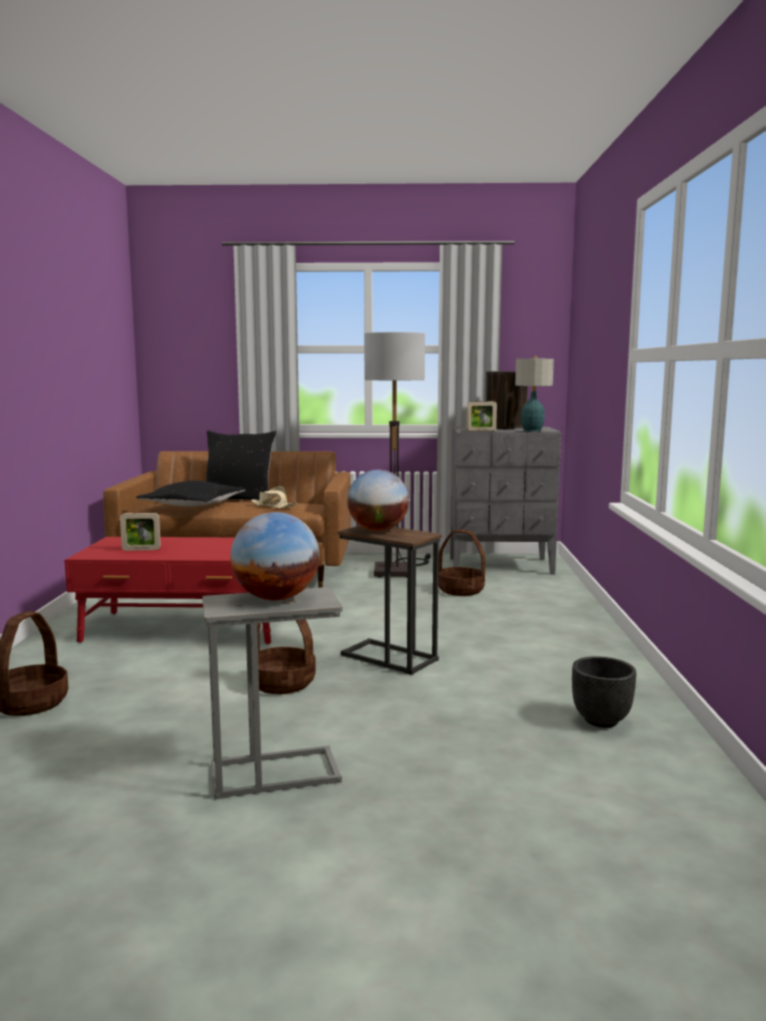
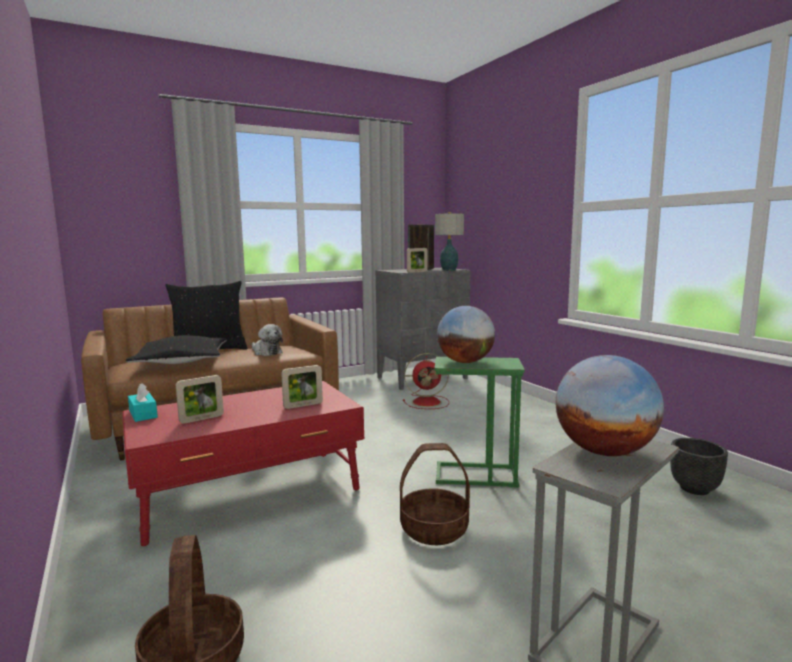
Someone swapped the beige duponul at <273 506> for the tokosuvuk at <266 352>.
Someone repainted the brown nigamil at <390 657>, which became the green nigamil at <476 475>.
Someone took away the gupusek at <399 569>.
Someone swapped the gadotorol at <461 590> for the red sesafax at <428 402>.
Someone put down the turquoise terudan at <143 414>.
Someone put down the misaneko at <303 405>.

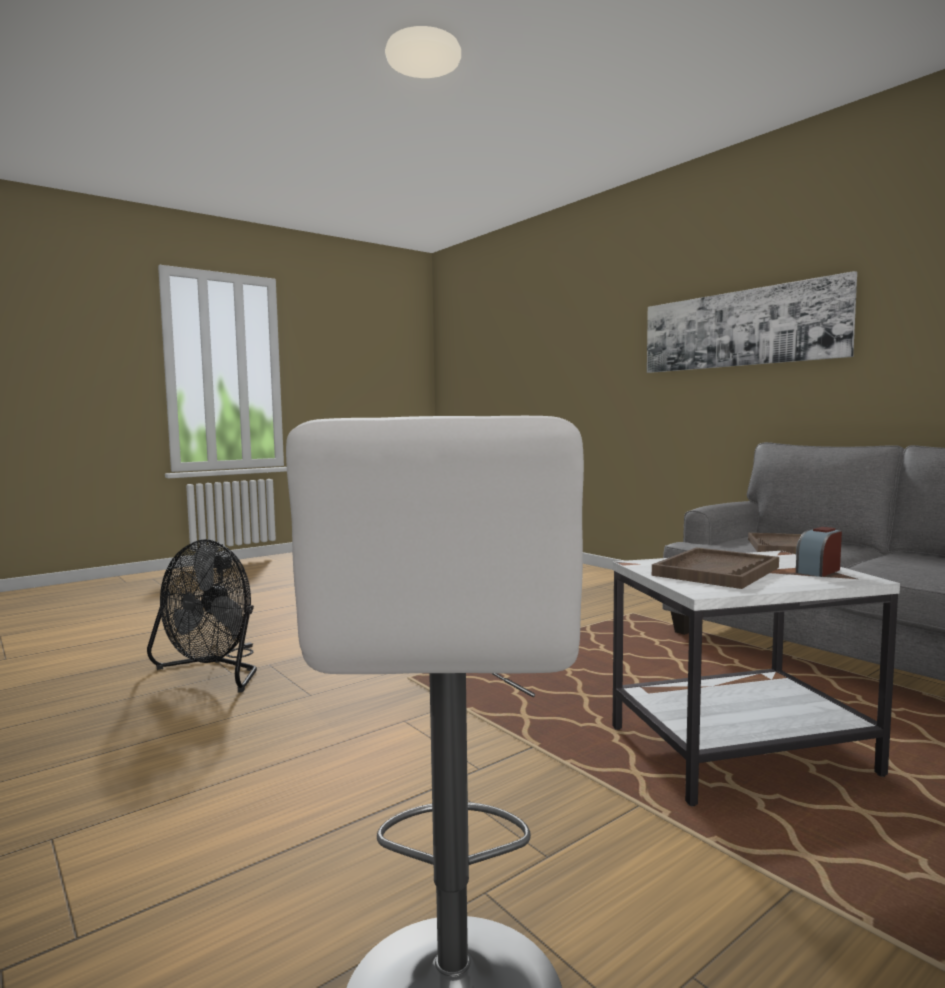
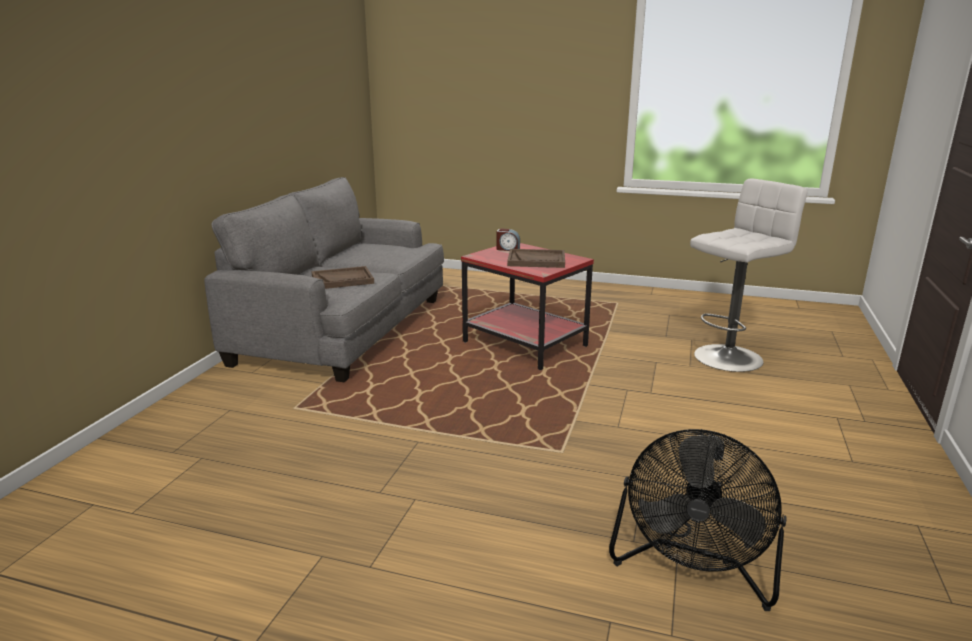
Someone rotated the black sesafax at <216 670> by 120 degrees clockwise.
Someone repainted the white nigamil at <740 753>, which became the red nigamil at <525 344>.
Someone took away the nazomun at <739 329>.

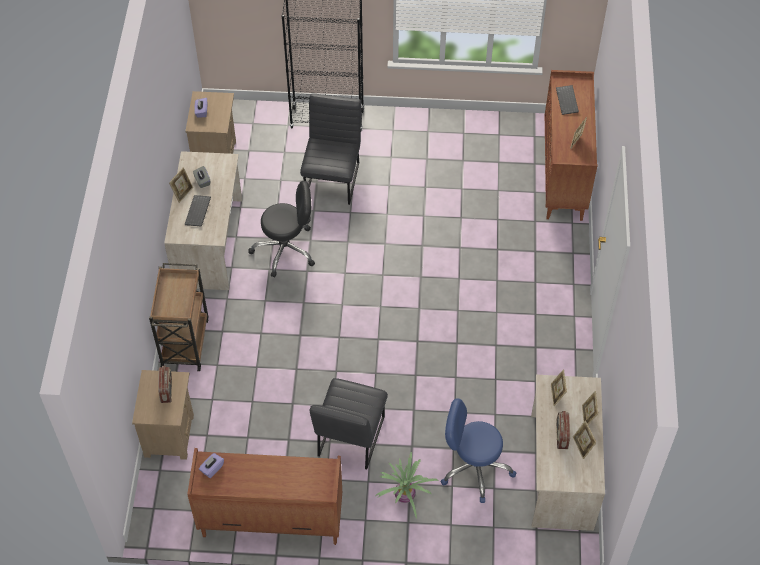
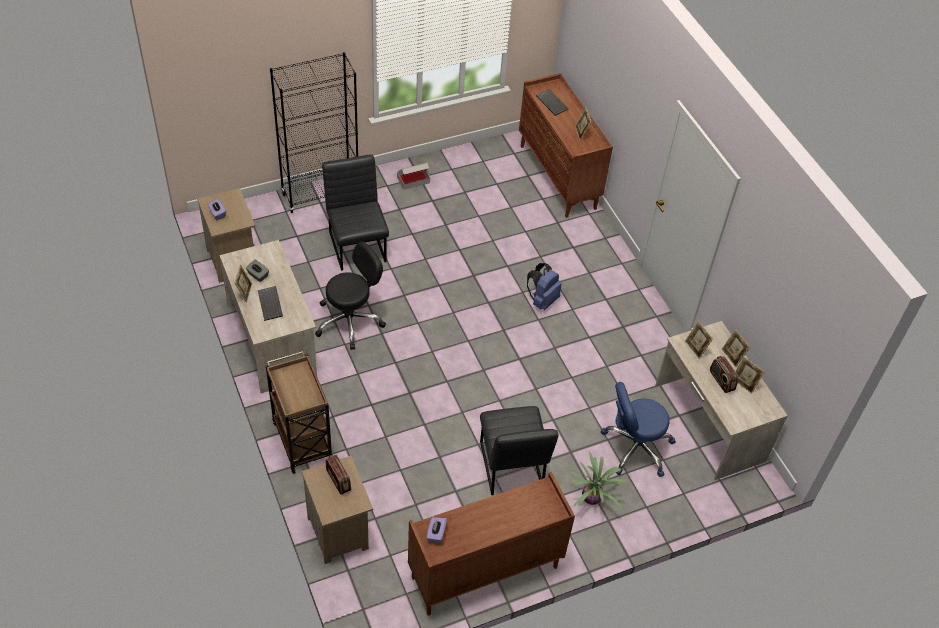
Someone put down the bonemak at <413 180>.
Someone put down the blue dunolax at <542 300>.

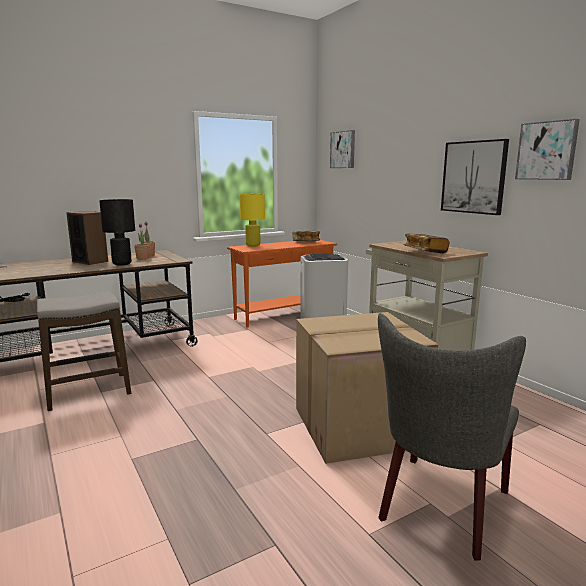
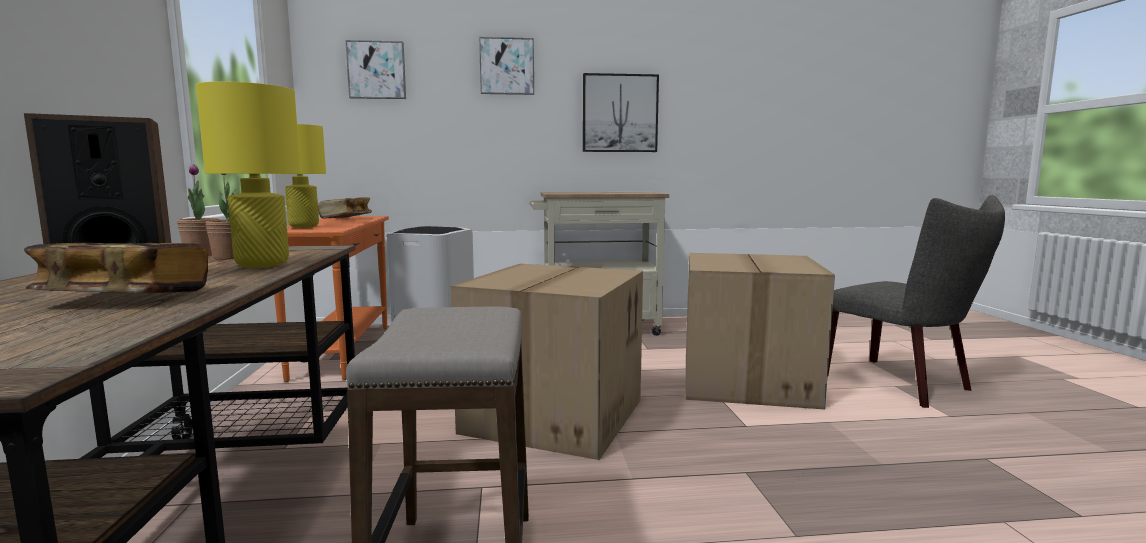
Someone repainted the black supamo at <121 264>, which became the yellow supamo at <262 266>.
Someone carried the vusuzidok from <425 252> to <127 298>.
Someone carried the nazomun from <547 151> to <507 66>.
Someone put down the bonemak at <553 414>.

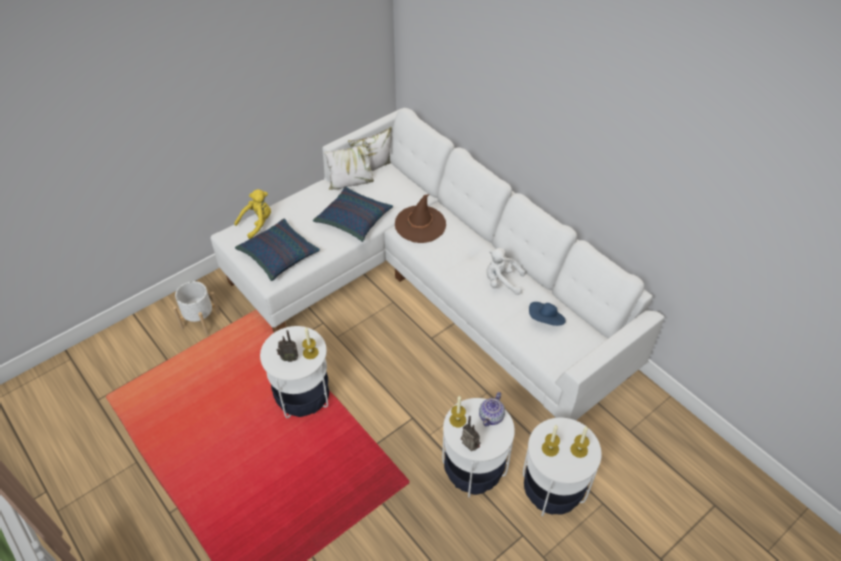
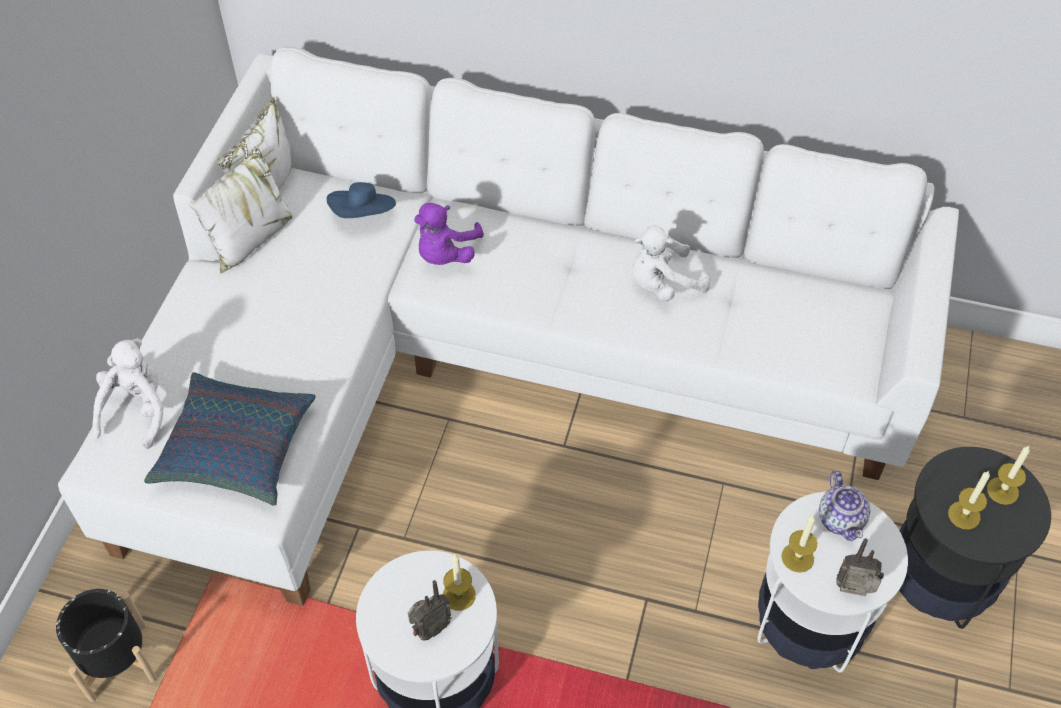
Someone repainted the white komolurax at <200 320>, which became the black komolurax at <117 661>.
Someone repainted the yellow tokosuvuk at <257 223>, which became the white tokosuvuk at <137 410>.
Someone took away the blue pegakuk at <354 220>.
Someone swapped the brown duponul at <420 224> for the purple tokosuvuk at <445 254>.
Someone repainted the white nigamil at <552 490>, which became the black nigamil at <939 579>.
Someone carried the blue duponul from <546 320> to <364 214>.

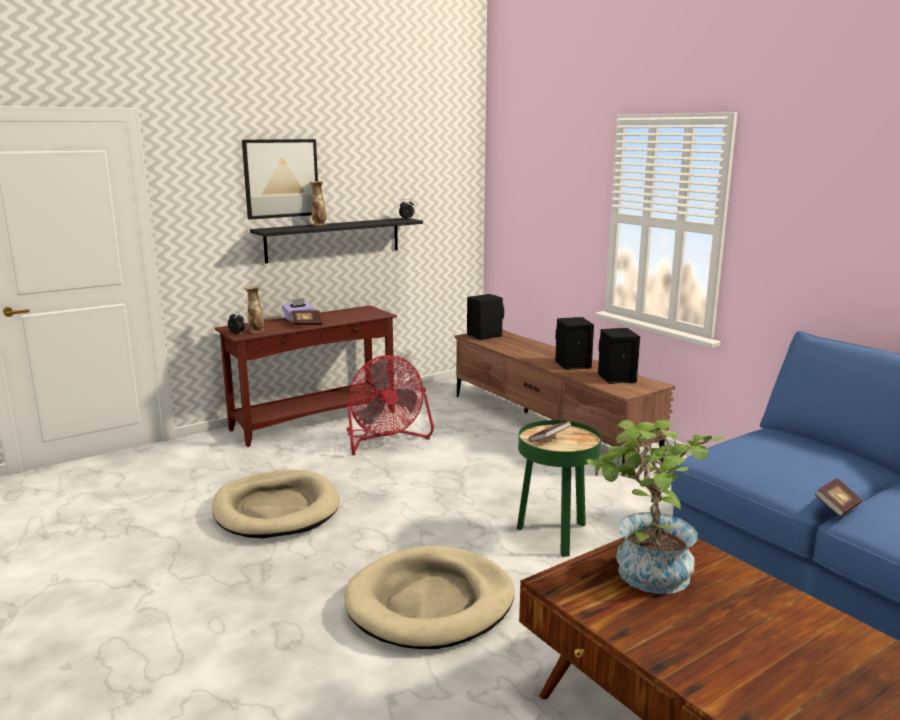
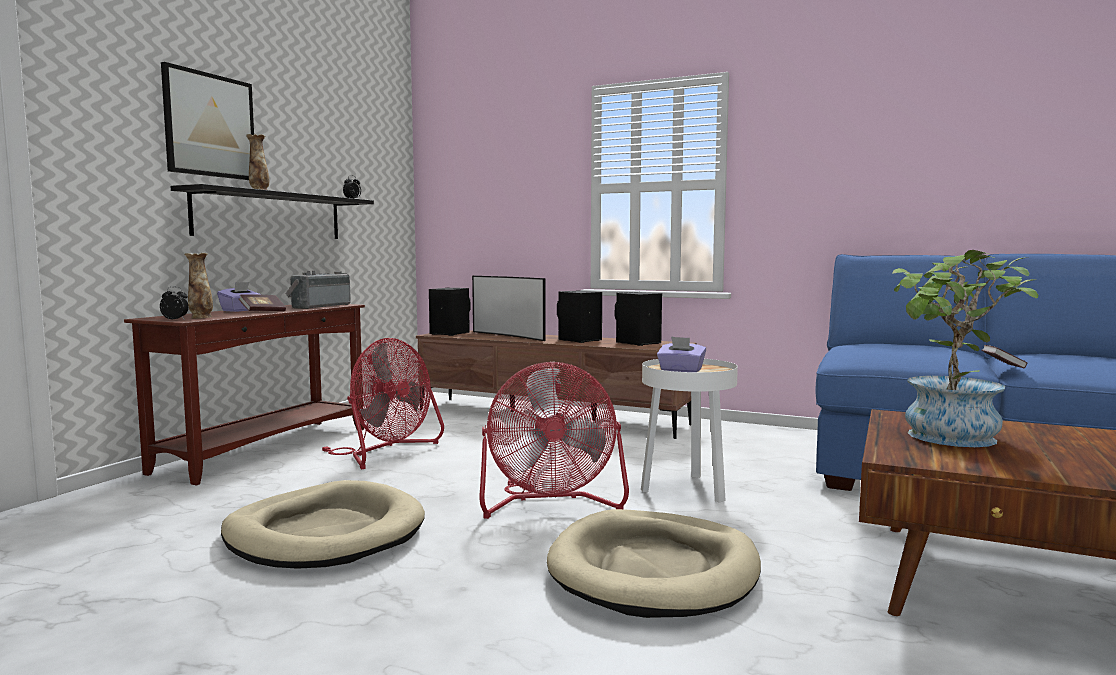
Someone repainted the green nigamil at <555 535>, which became the white nigamil at <687 489>.
Someone swapped the vusuzidok at <549 439> for the purple terudan at <681 370>.
Someone put down the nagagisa at <319 306>.
Someone put down the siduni at <510 335>.
Someone put down the red sesafax at <545 505>.

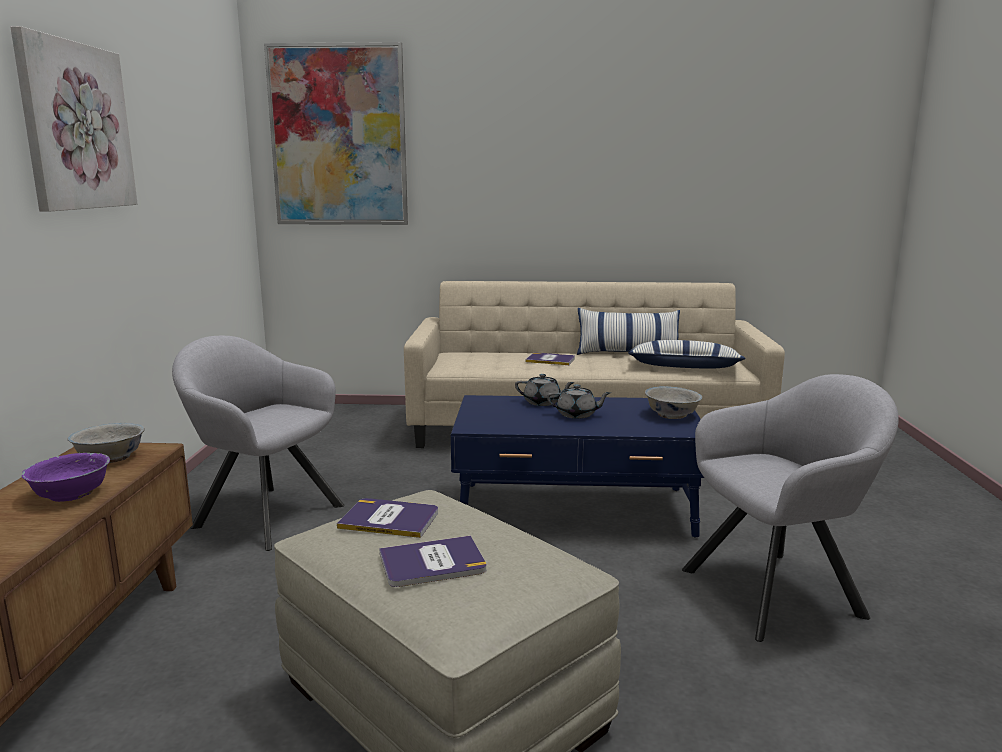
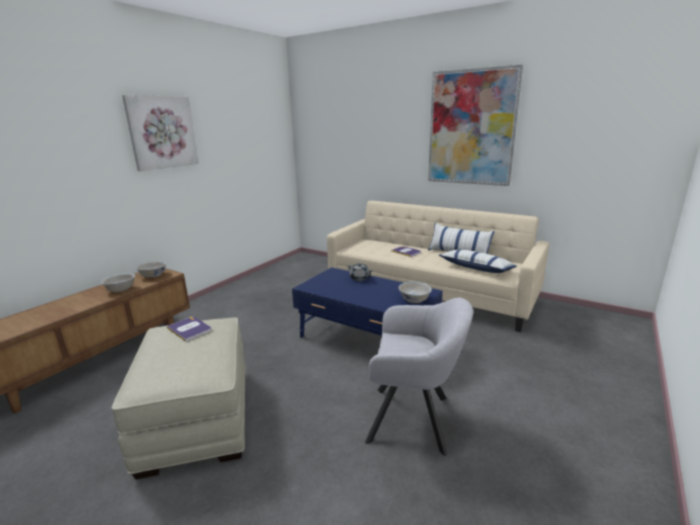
Someone repainted the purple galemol at <71 494>, which became the white galemol at <121 289>.
Someone took away the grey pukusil at <263 514>.
Someone carried the nazomun from <338 136> to <471 128>.
Someone took away the vusuzidok at <432 563>.
Someone took away the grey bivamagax at <577 415>.

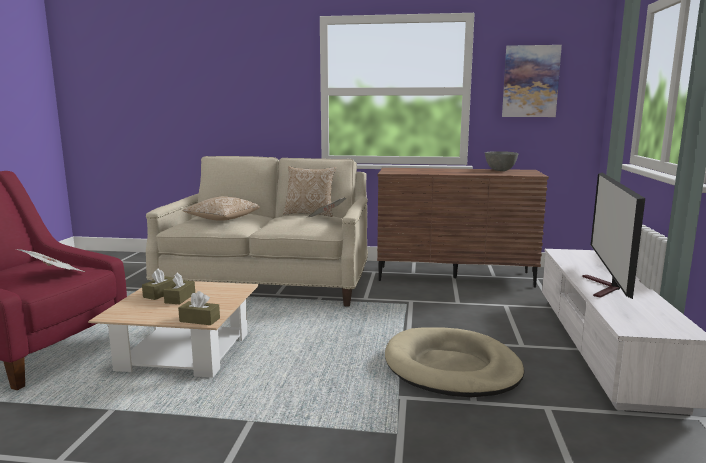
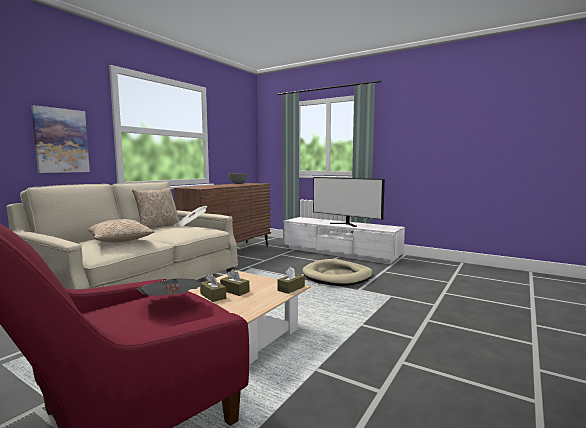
Someone carried the nazomun from <530 81> to <61 140>.

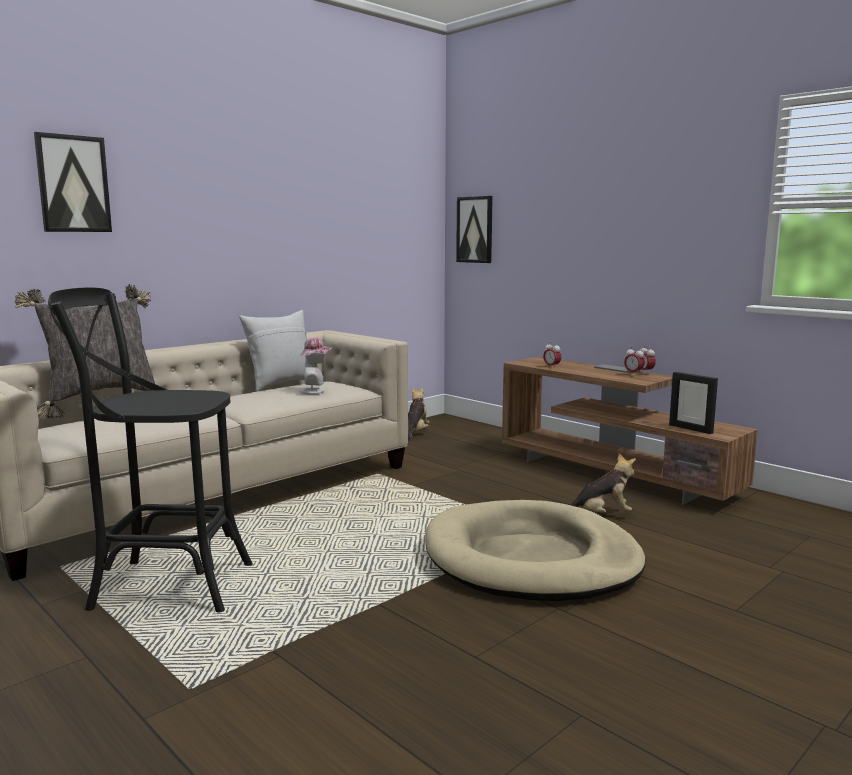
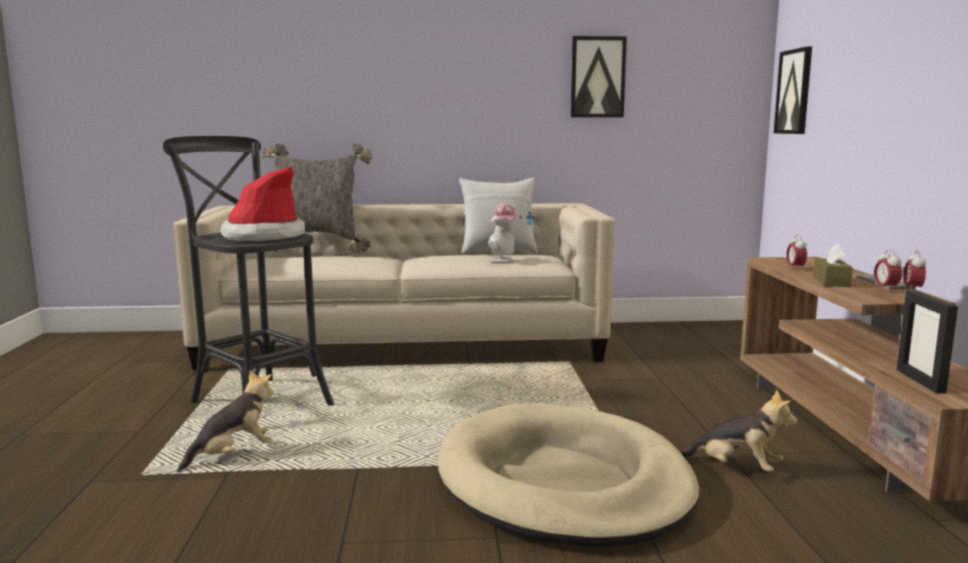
Someone carried the nazomun from <73 184> to <597 77>.
Someone carried the tokosuvuk from <416 432> to <233 455>.
Someone put down the duponul at <263 237>.
Someone put down the brown terudan at <831 282>.

